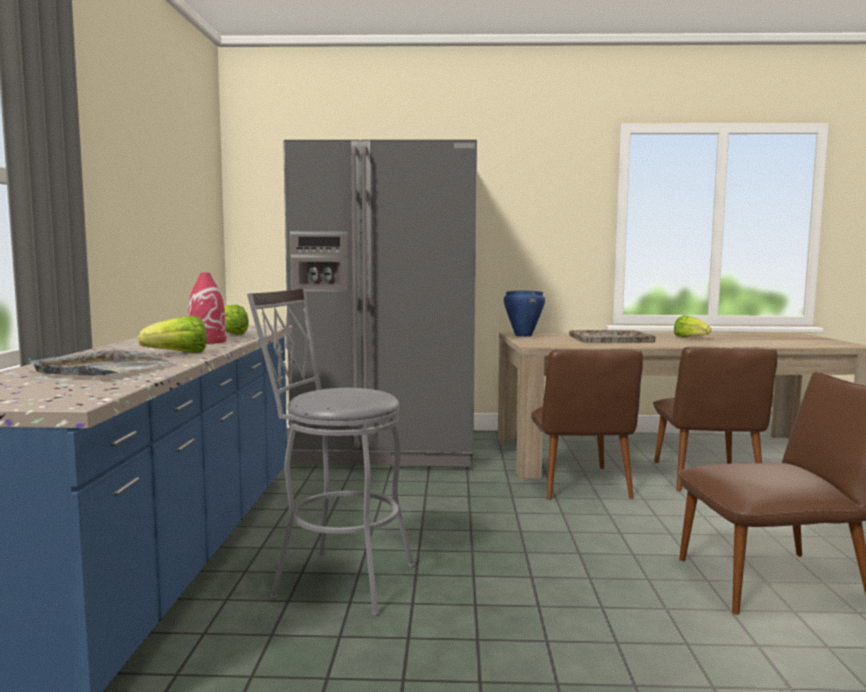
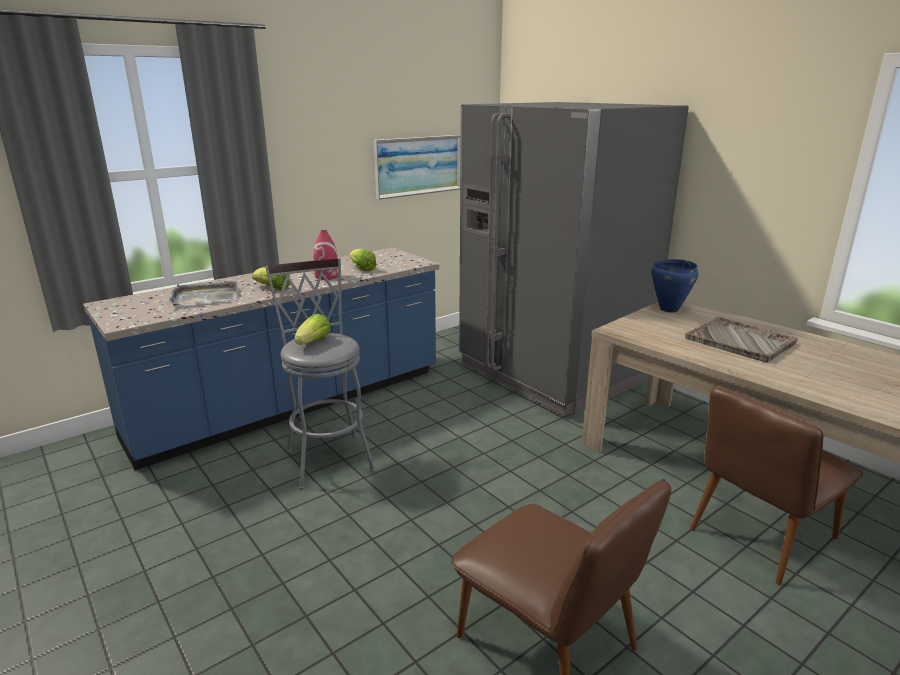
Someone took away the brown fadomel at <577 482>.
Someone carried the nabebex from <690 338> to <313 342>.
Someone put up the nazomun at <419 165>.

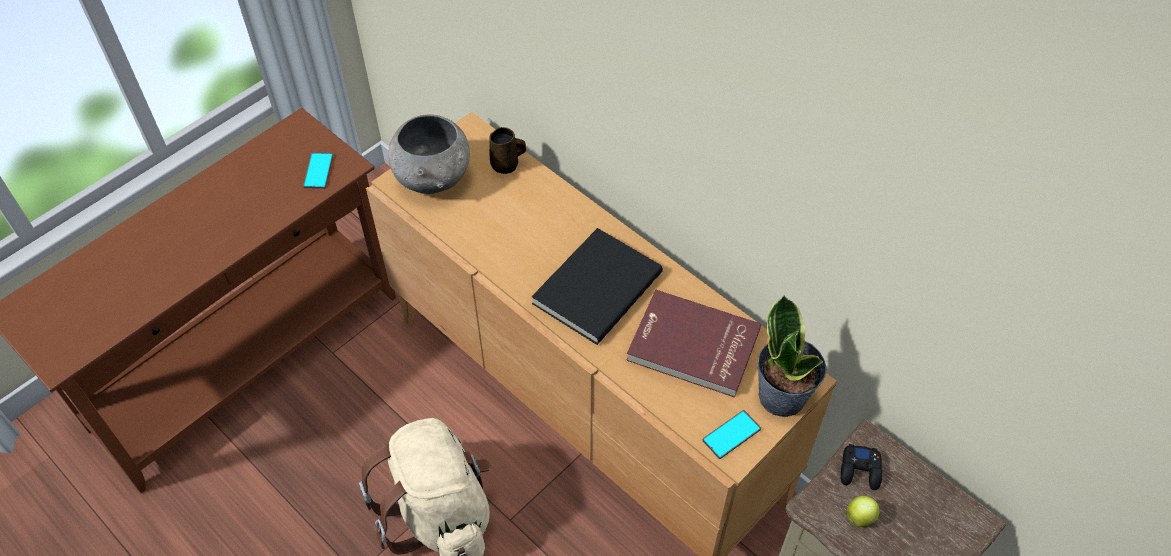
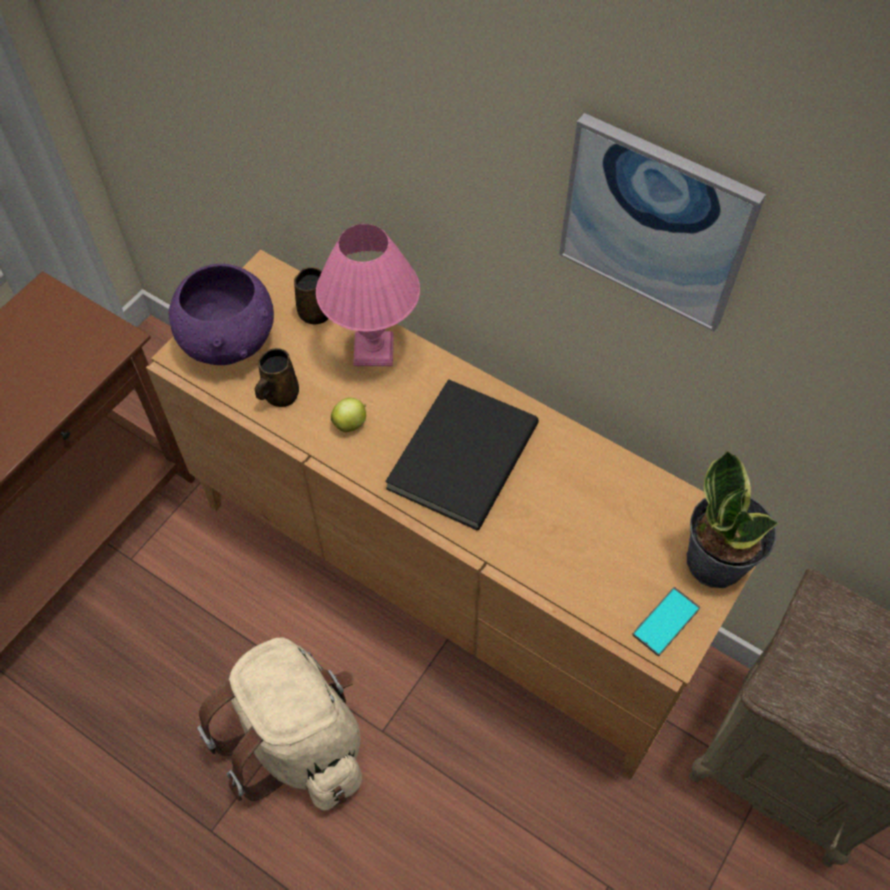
Someone took away the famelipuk at <318 171>.
Someone repainted the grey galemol at <434 179>, which became the purple galemol at <230 343>.
Someone took away the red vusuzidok at <692 347>.
Someone took away the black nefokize at <860 470>.
Someone carried the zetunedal from <860 517> to <350 423>.
Someone put down the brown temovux at <279 395>.
Someone put down the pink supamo at <374 351>.
Someone put up the nazomun at <655 223>.

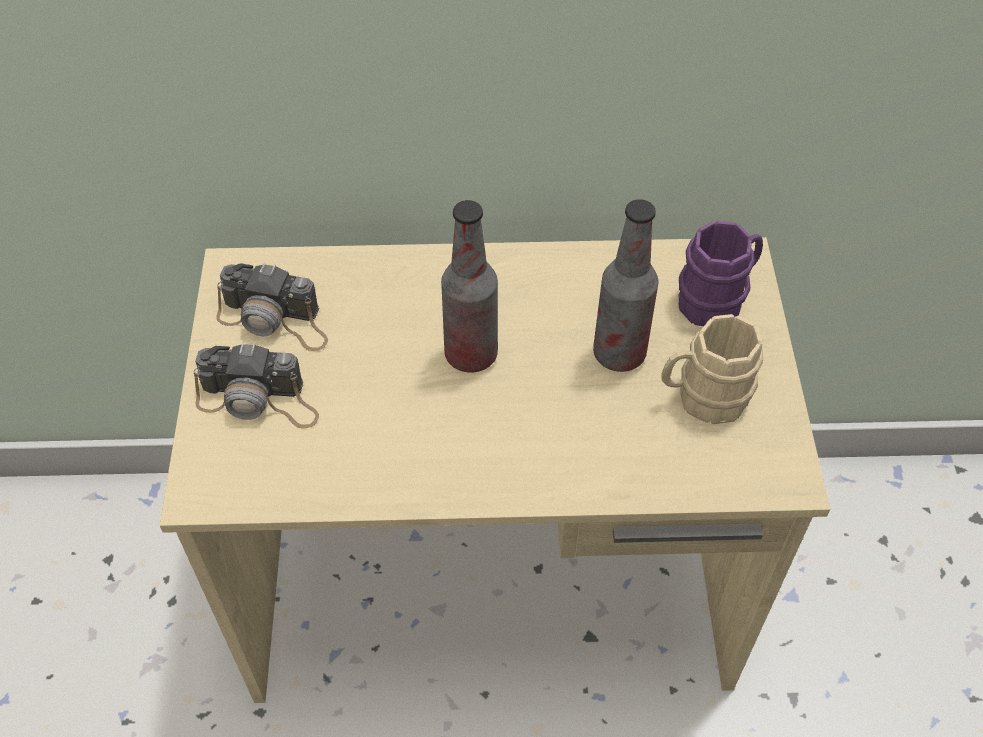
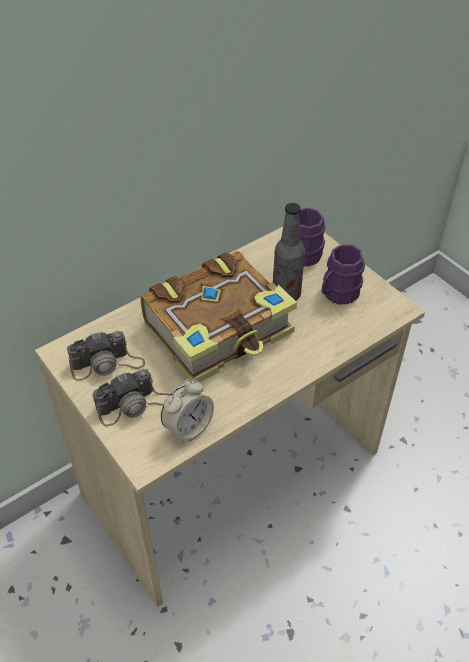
Someone swapped the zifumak at <471 355> for the vusuzidok at <220 329>.
Someone repainted the beige temovux at <703 397>, which became the purple temovux at <337 294>.
Someone put down the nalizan at <188 427>.

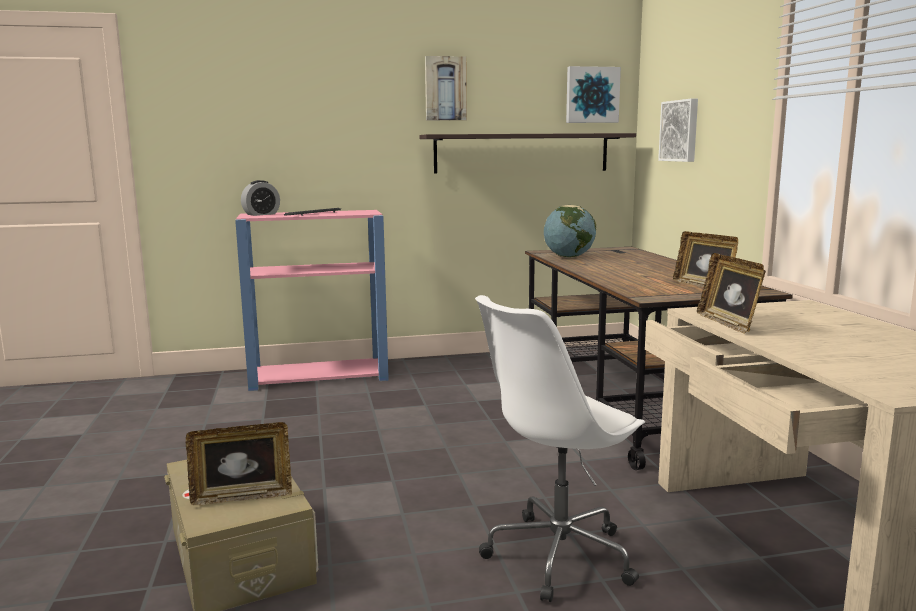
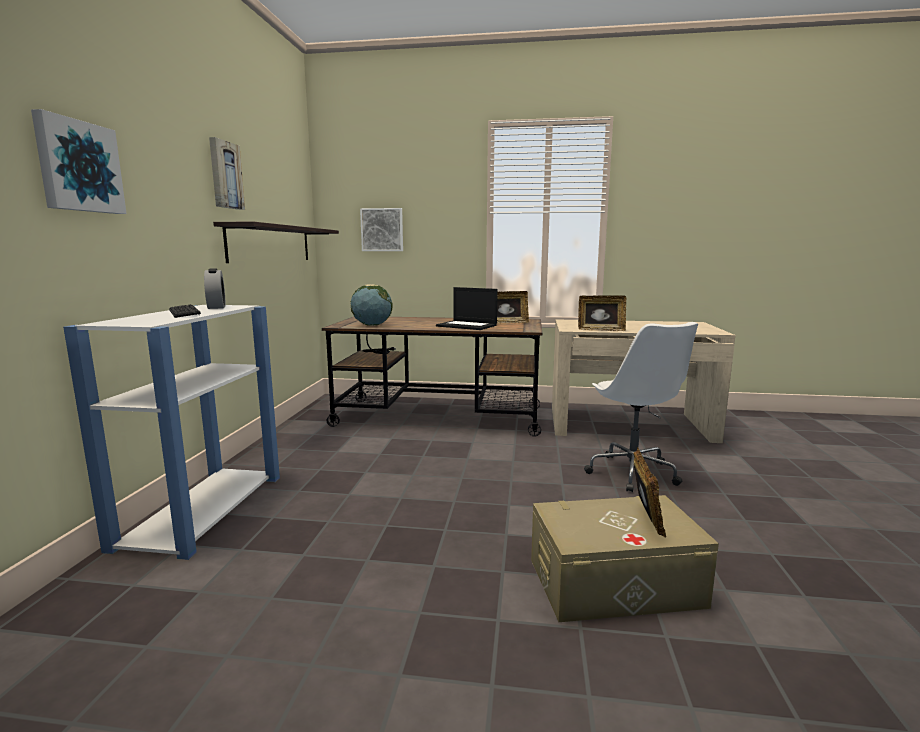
Someone repainted the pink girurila at <319 375>, which became the white girurila at <204 509>.
Someone carried the nalizan from <261 214> to <216 307>.
Someone carried the nazomun from <592 95> to <78 166>.
Someone put down the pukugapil at <467 326>.

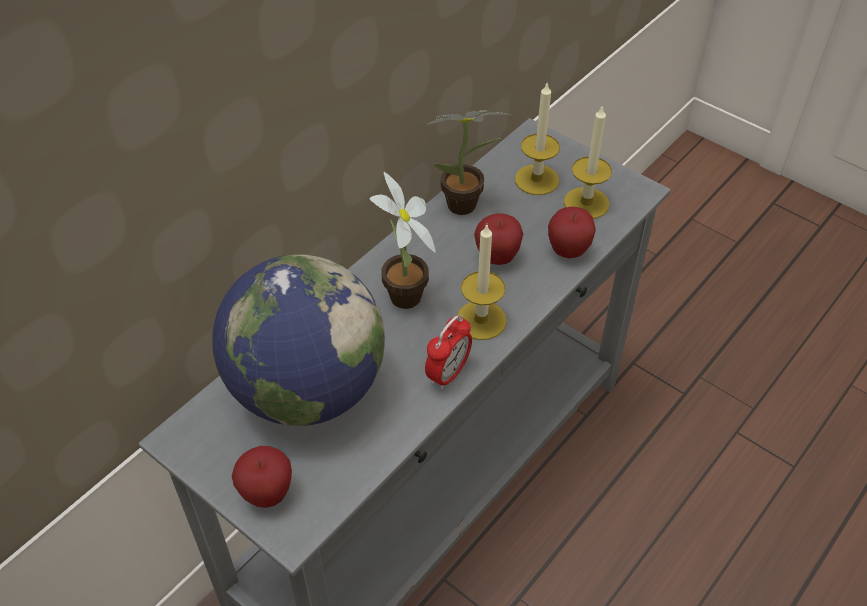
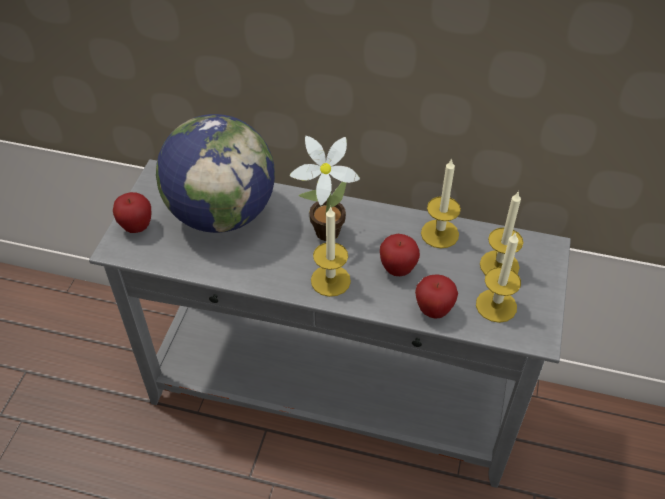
Someone took away the nalizan at <448 373>.
Someone swapped the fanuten at <467 205> for the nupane at <439 234>.

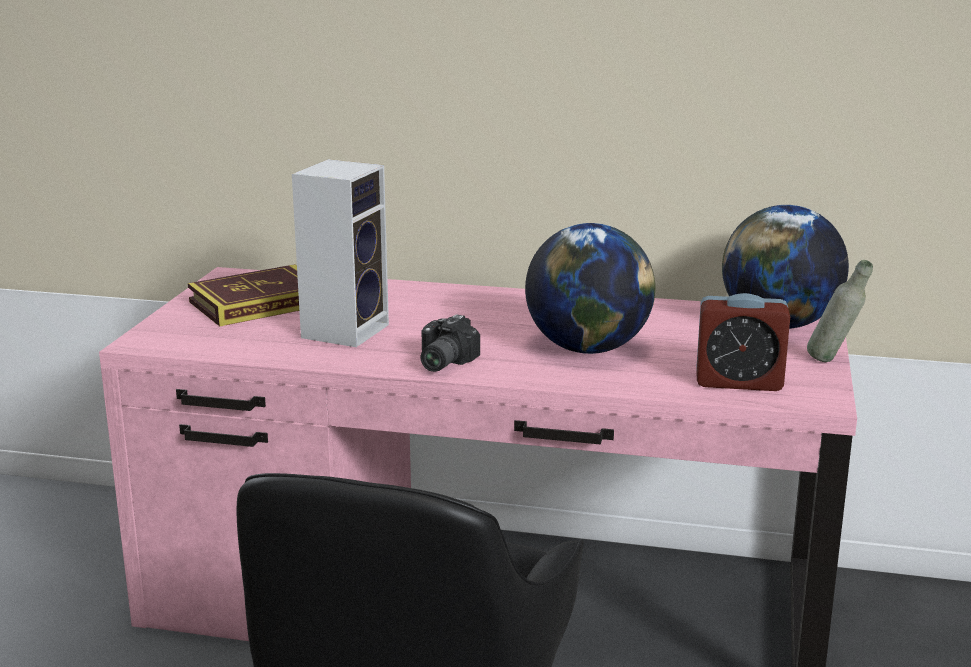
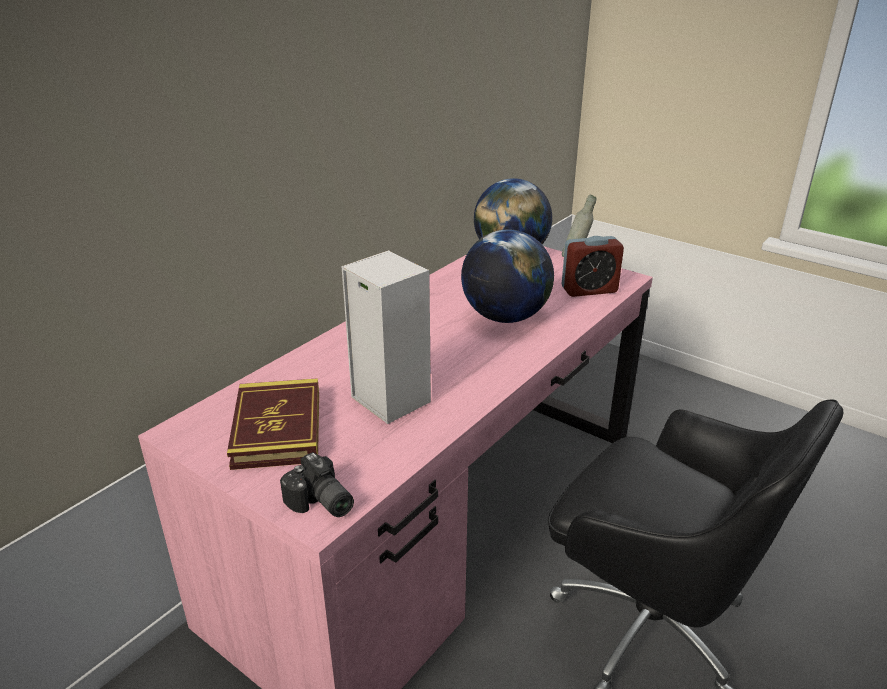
Someone carried the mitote from <441 363> to <320 504>.
Someone rotated the nalizan at <738 382> by 45 degrees clockwise.

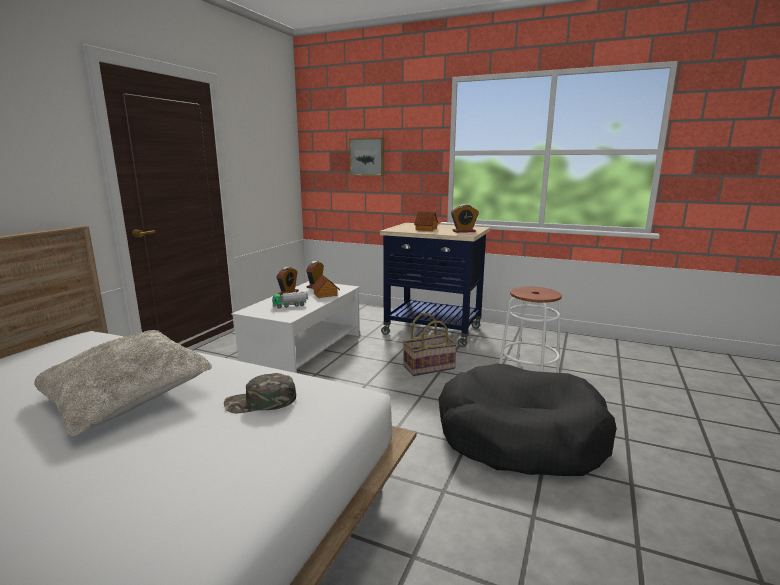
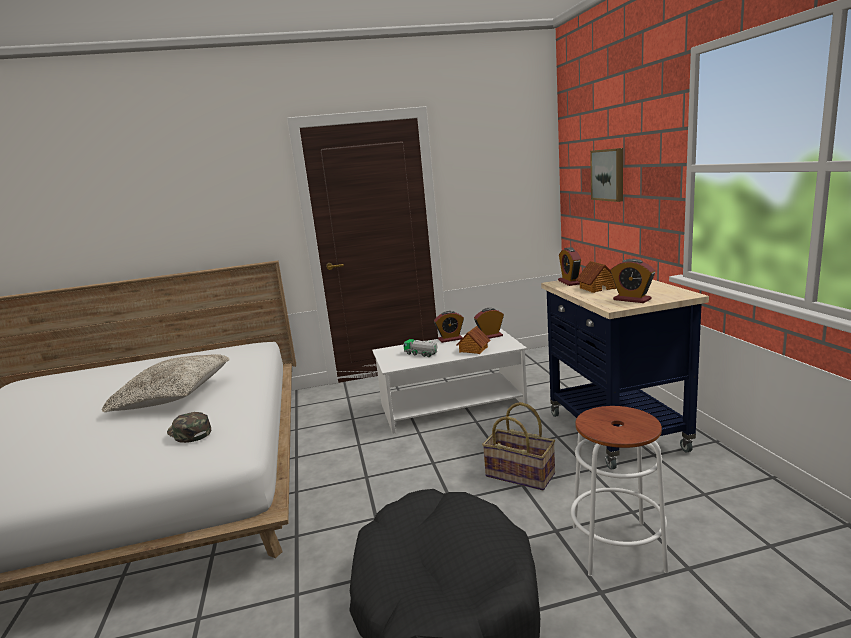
Someone put down the nalizan at <570 282>.

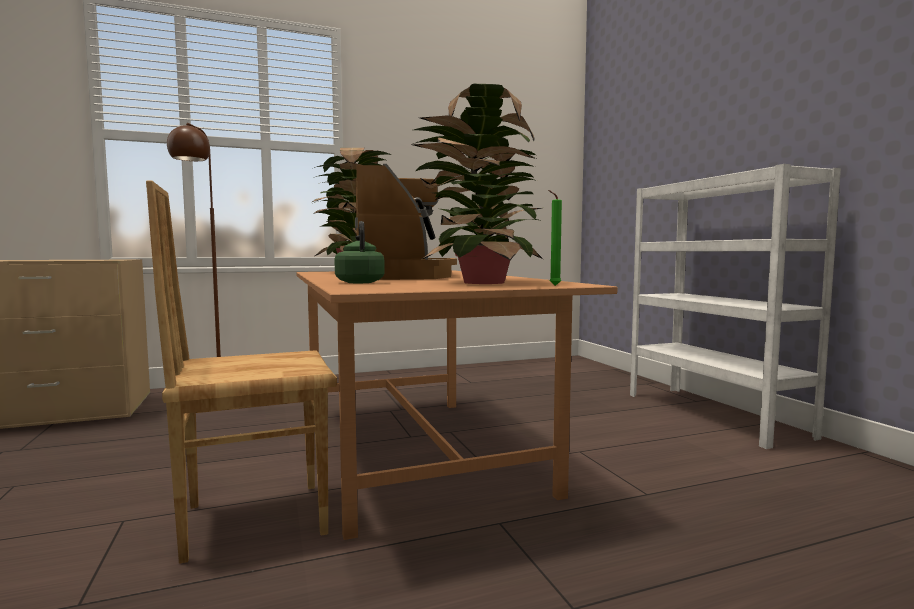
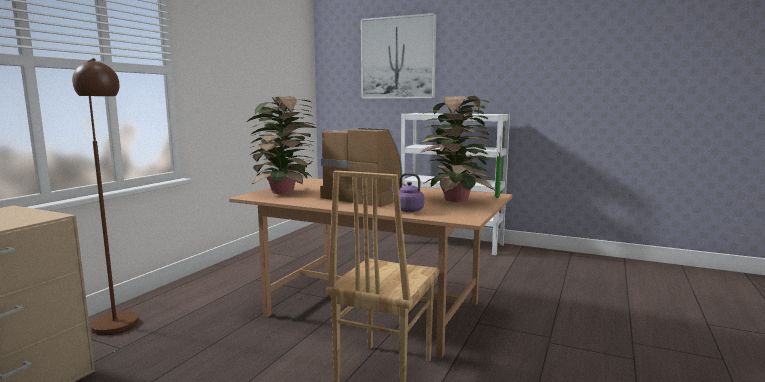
Someone repainted the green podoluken at <360 282>, which became the purple podoluken at <407 210>.
Someone put up the nazomun at <398 58>.

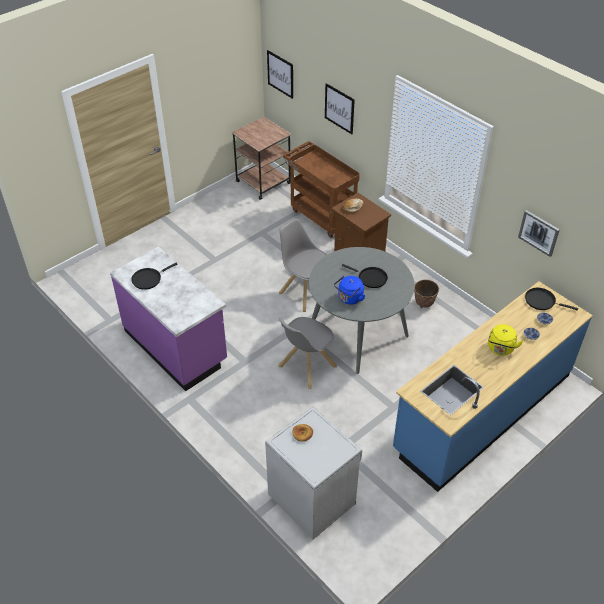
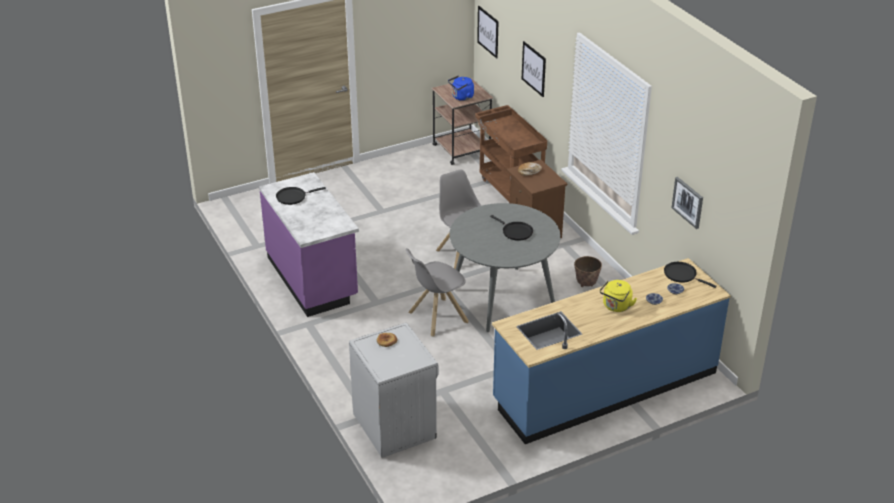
Someone carried the blue podoluken from <349 299> to <461 97>.

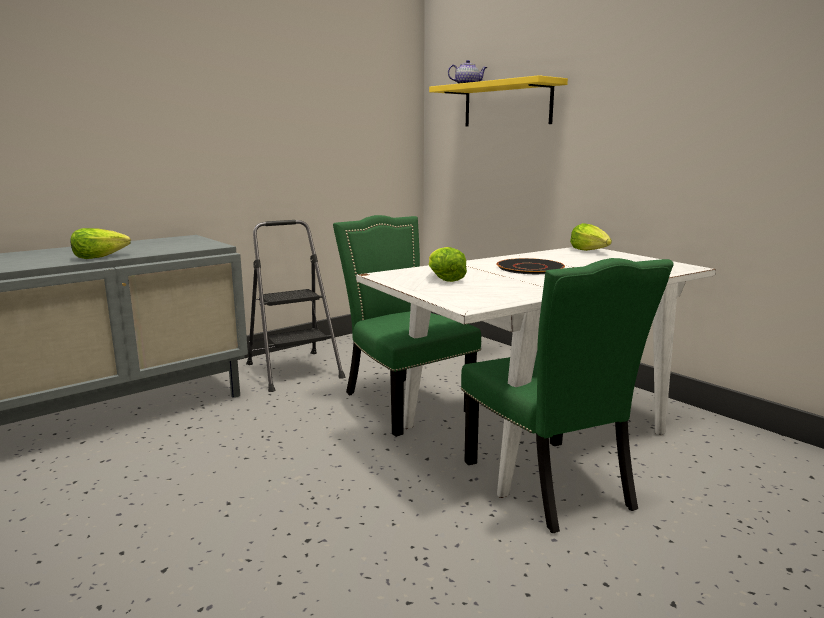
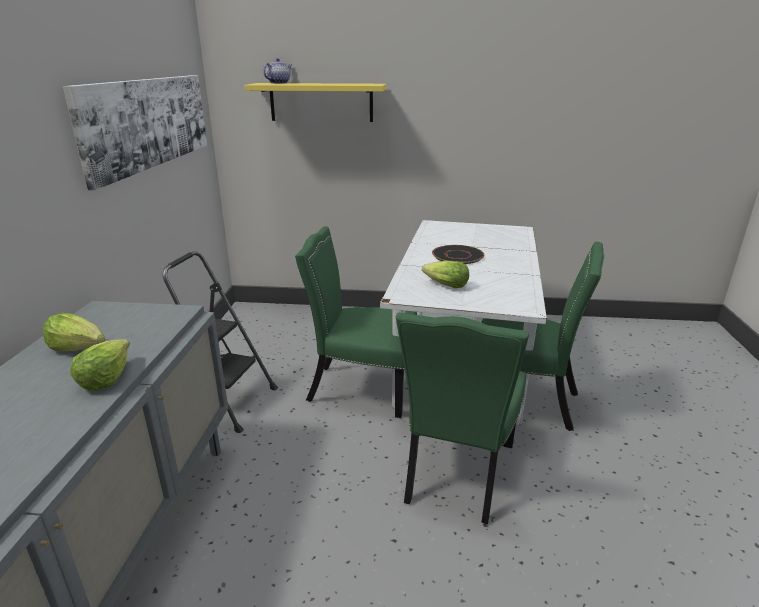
Someone carried the nabebex from <590 251> to <78 348>.
Someone put up the nazomun at <149 122>.
Someone put down the green fadomel at <457 468>.

